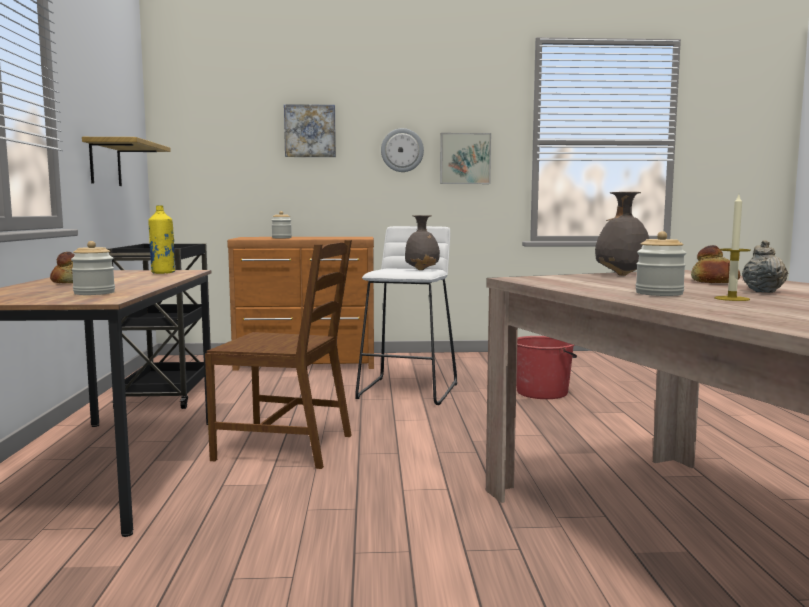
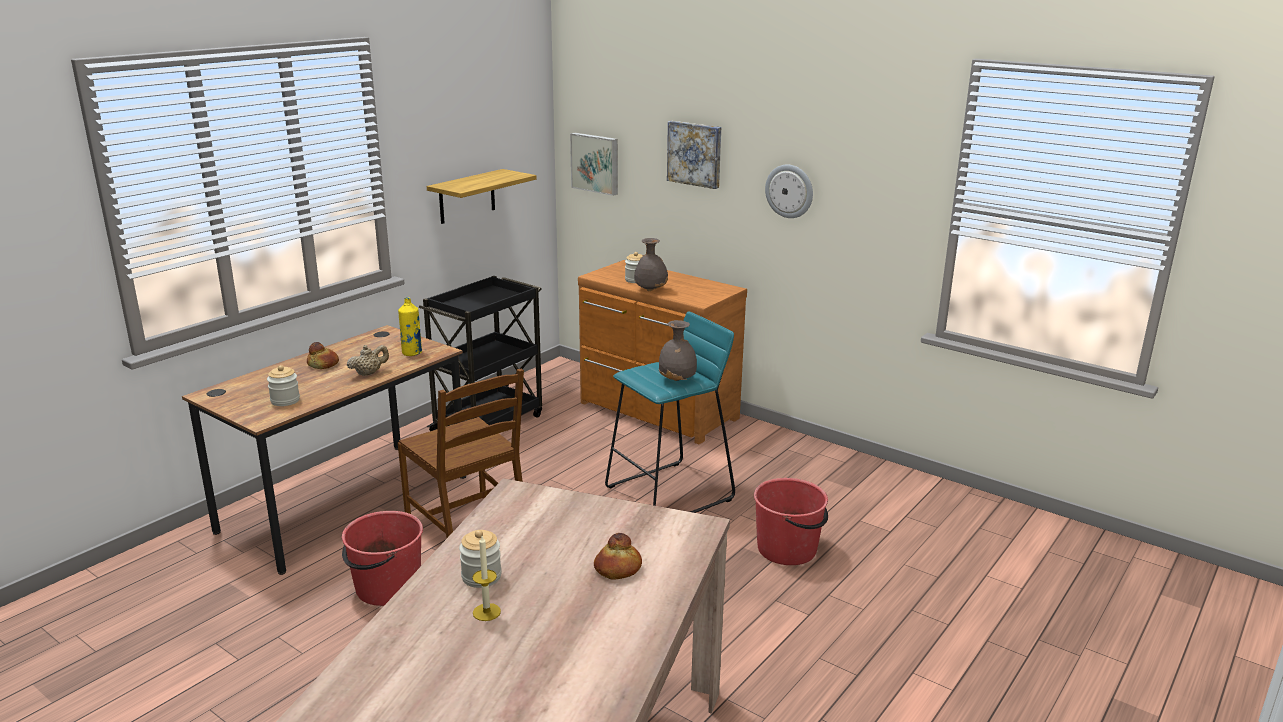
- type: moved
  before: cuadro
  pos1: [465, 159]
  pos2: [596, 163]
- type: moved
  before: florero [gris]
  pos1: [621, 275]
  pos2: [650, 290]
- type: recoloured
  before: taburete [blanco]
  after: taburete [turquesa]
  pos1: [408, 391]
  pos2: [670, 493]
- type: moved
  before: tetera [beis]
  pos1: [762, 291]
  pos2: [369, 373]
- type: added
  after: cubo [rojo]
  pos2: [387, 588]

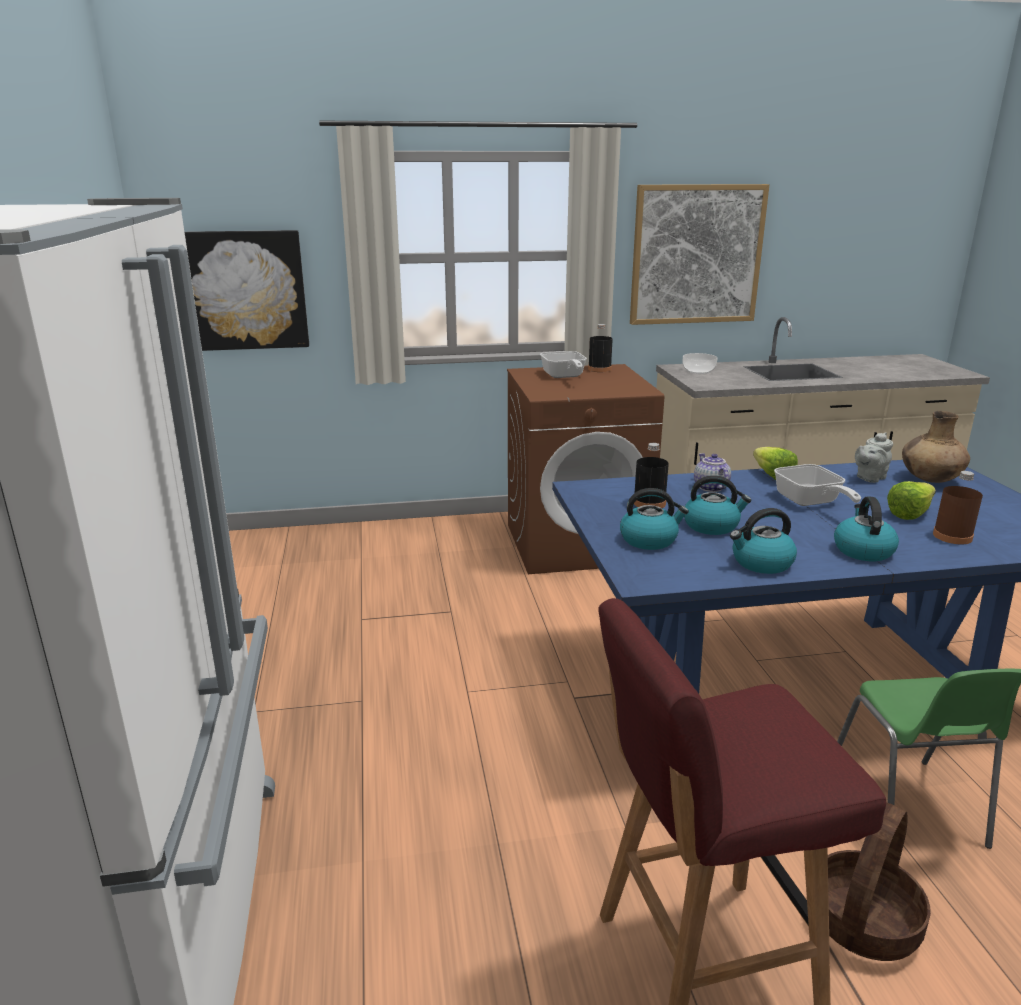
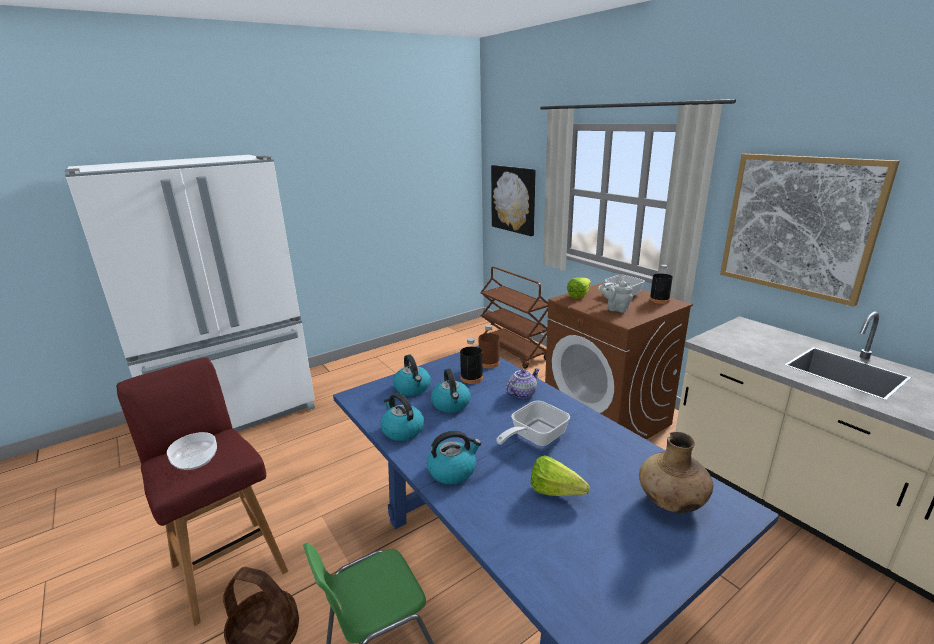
- type: moved
  before: cuenco
  pos1: [698, 371]
  pos2: [196, 460]
- type: moved
  before: tetera [gris]
  pos1: [869, 478]
  pos2: [616, 309]
- type: moved
  before: lechuga
  pos1: [770, 475]
  pos2: [581, 295]
- type: moved
  before: botella [marrón]
  pos1: [952, 536]
  pos2: [489, 363]
- type: added
  after: carrito [marrón]
  pos2: [514, 352]

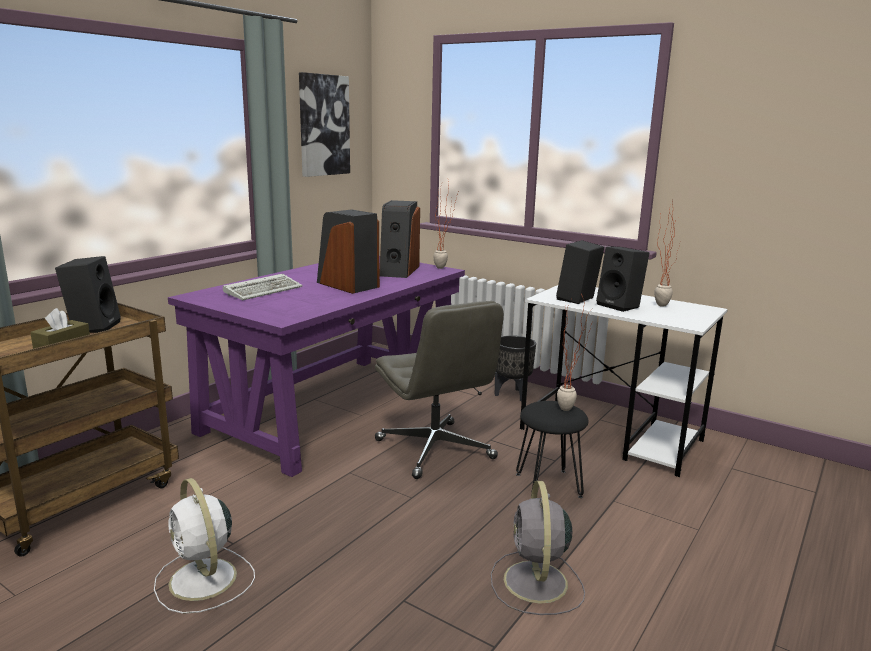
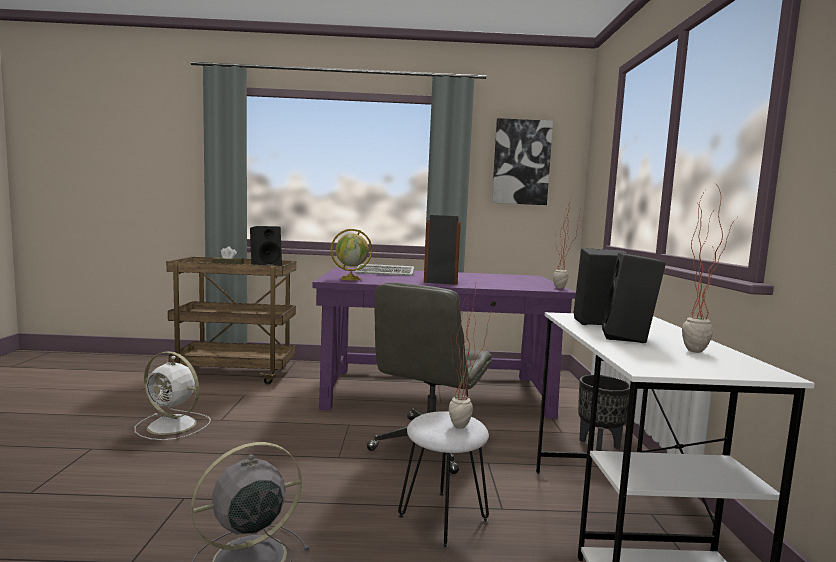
- type: removed
  before: altavoz
  pos1: [398, 271]
- type: recoloured
  before: taburete [negro]
  after: taburete [blanco]
  pos1: [547, 485]
  pos2: [442, 517]
- type: turned
  before: ventilador [blanco]
  pos1: [204, 581]
  pos2: [173, 426]
  turn: -90
- type: added
  after: globo terráqueo
  pos2: [351, 279]

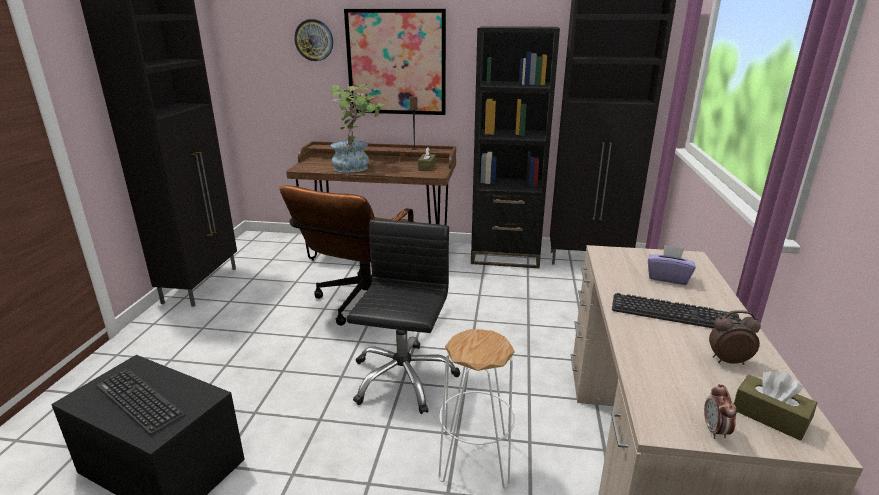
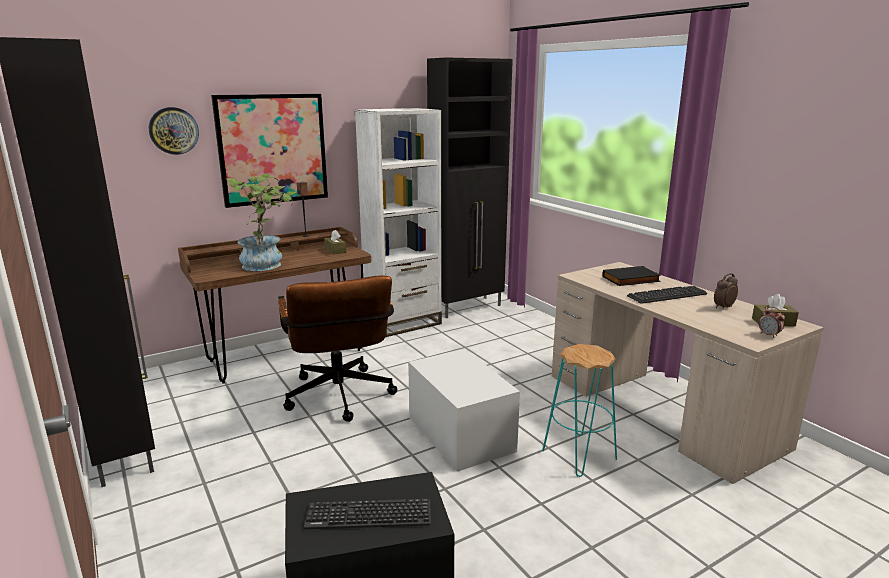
- type: recoloured
  before: estantería [negro]
  after: estantería [blanco]
  pos1: [505, 256]
  pos2: [403, 323]
- type: replaced
  before: silla de oficina [negro]
  after: caja de almacenaje [blanco]
  pos1: [402, 378]
  pos2: [460, 434]
- type: replaced
  before: caja de pañuelos [morado]
  after: libro [negro]
  pos1: [667, 278]
  pos2: [631, 279]
- type: recoloured
  before: taburete [blanco]
  after: taburete [turquesa]
  pos1: [475, 458]
  pos2: [578, 454]

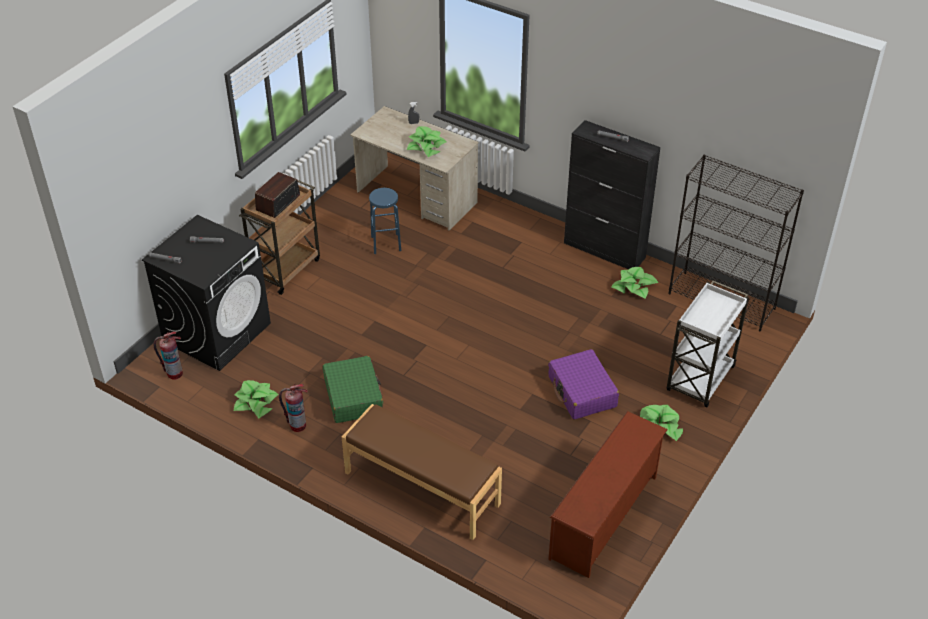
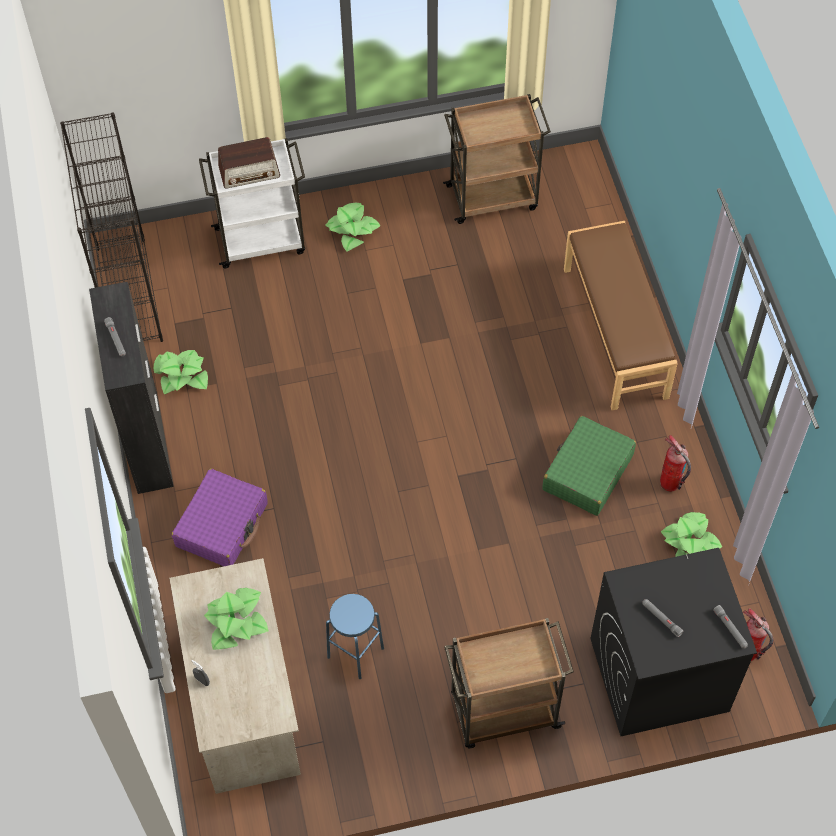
- type: moved
  before: radio
  pos1: [278, 203]
  pos2: [249, 172]
- type: moved
  before: maleta [morado]
  pos1: [582, 392]
  pos2: [222, 525]
- type: replaced
  before: zapatero [marrón]
  after: carrito [marrón]
  pos1: [605, 518]
  pos2: [493, 197]

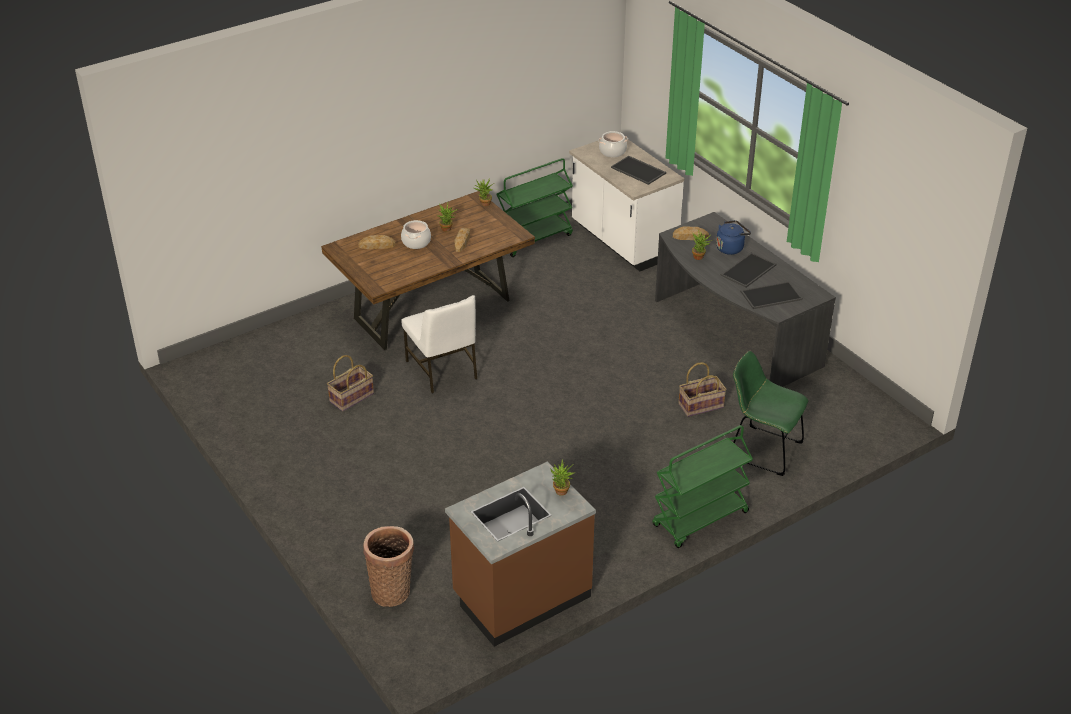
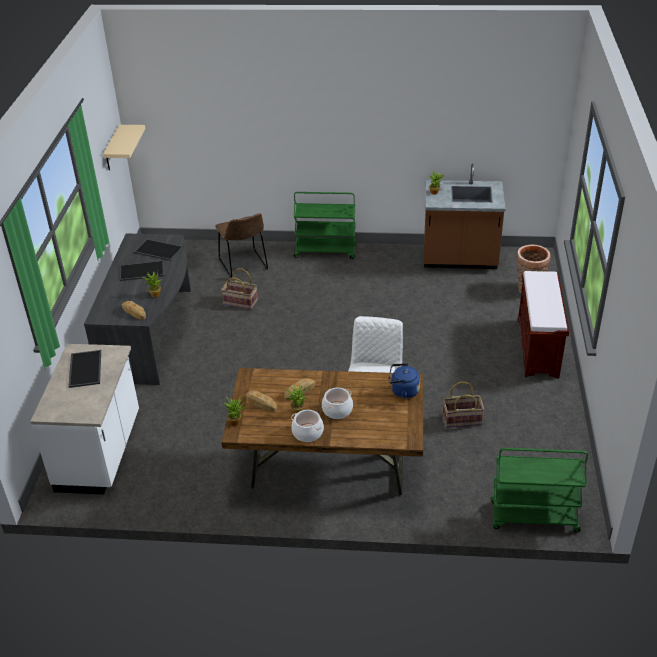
- type: moved
  before: olla
  pos1: [612, 152]
  pos2: [308, 433]
- type: moved
  before: carrito [verde]
  pos1: [534, 238]
  pos2: [533, 517]
- type: moved
  before: hervidor [azul]
  pos1: [731, 248]
  pos2: [403, 391]
- type: moved
  before: pan
  pos1: [377, 245]
  pos2: [261, 403]
- type: recoloured
  before: silla [verde]
  after: silla [marrón]
  pos1: [762, 449]
  pos2: [244, 266]
- type: added
  after: estante [beis]
  pos2: [113, 148]
- type: added
  after: banco [marrón]
  pos2: [538, 348]

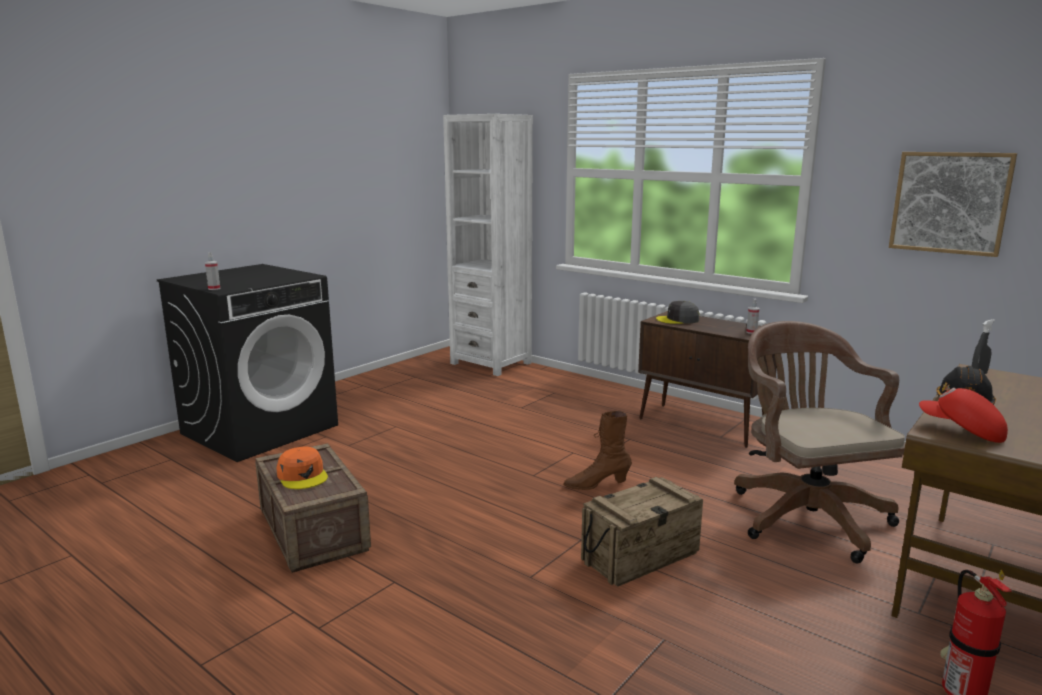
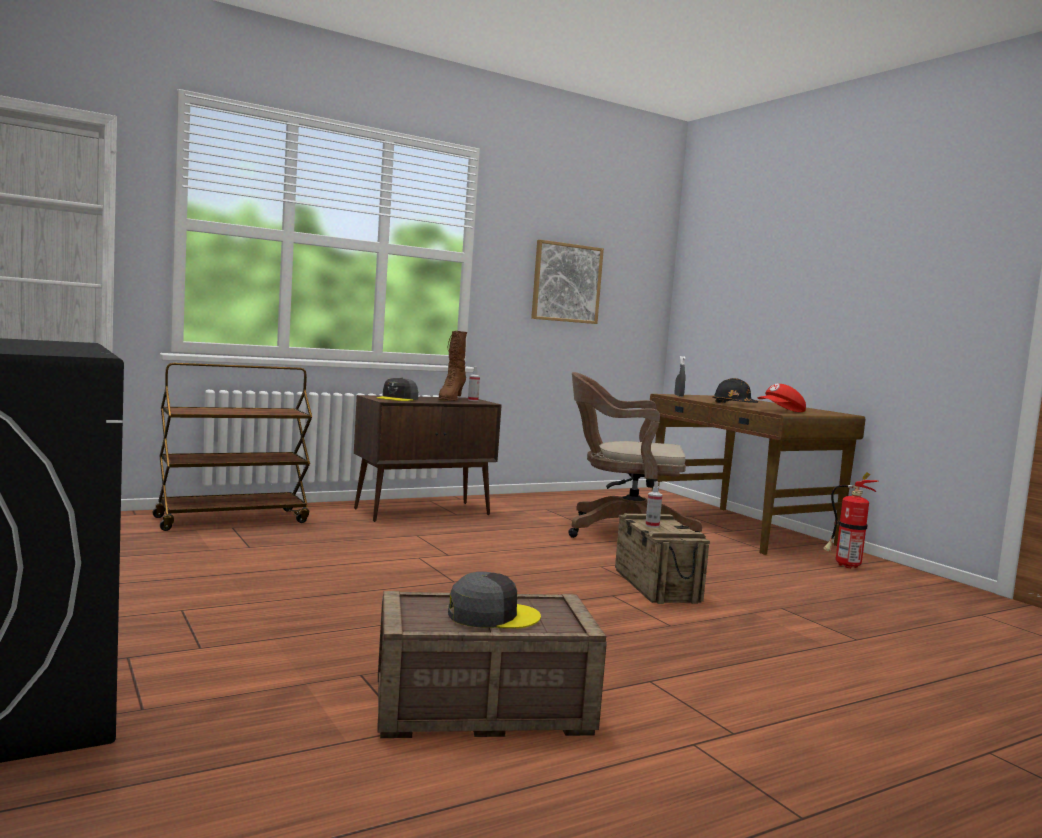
- type: moved
  before: pulverizador
  pos1: [214, 288]
  pos2: [652, 526]
- type: moved
  before: bota [marrón]
  pos1: [596, 484]
  pos2: [450, 399]
- type: recoloured
  before: gorra [naranja]
  after: gorra [gris]
  pos1: [302, 476]
  pos2: [492, 615]
- type: added
  after: carrito [marrón]
  pos2: [233, 519]

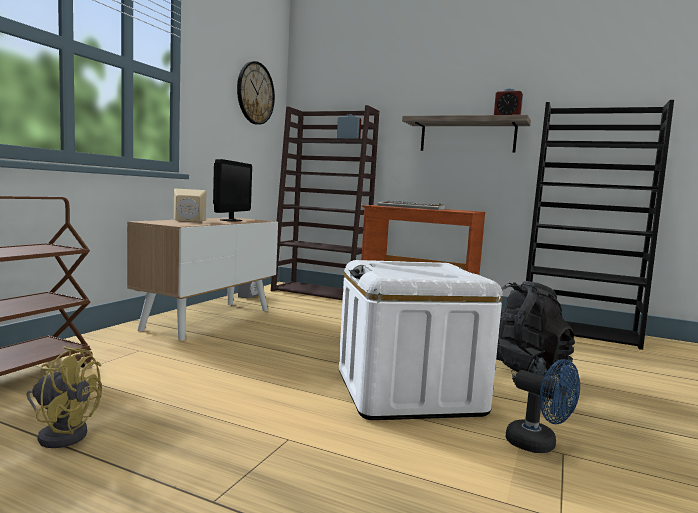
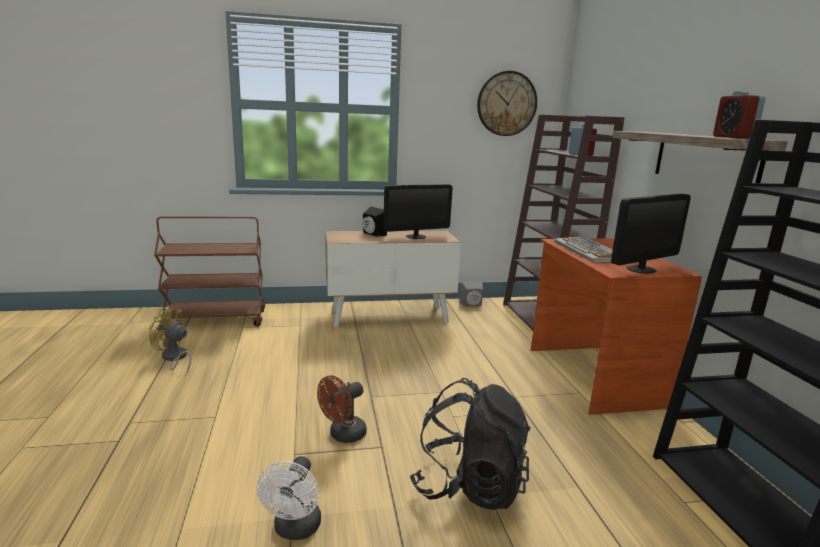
- type: recoloured
  before: altavoz [beis]
  after: altavoz [negro]
  pos1: [188, 221]
  pos2: [372, 234]
- type: replaced
  before: caja de almacenaje [blanco]
  after: ventilador [marrón]
  pos1: [408, 392]
  pos2: [343, 435]
- type: turned
  before: ventilador [amarillo]
  pos1: [62, 433]
  pos2: [174, 358]
  turn: 135
- type: recoloured
  before: ventilador [azul]
  after: ventilador [blanco]
  pos1: [538, 445]
  pos2: [295, 530]
- type: added
  after: monitor
  pos2: [641, 269]

